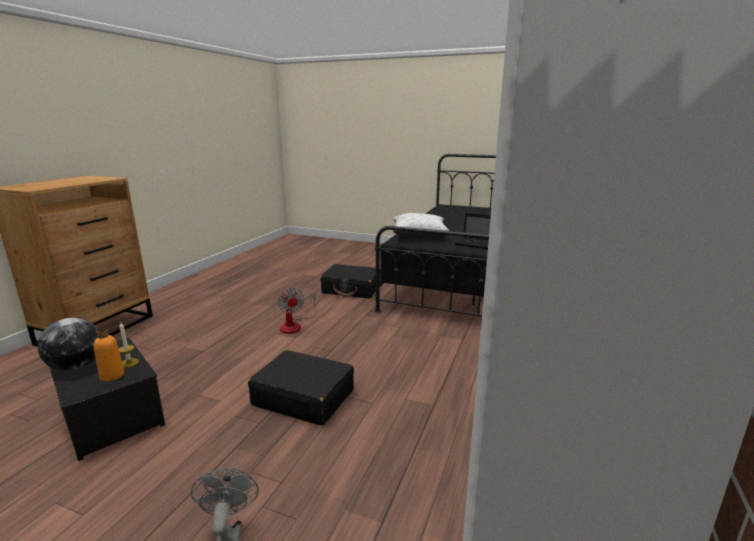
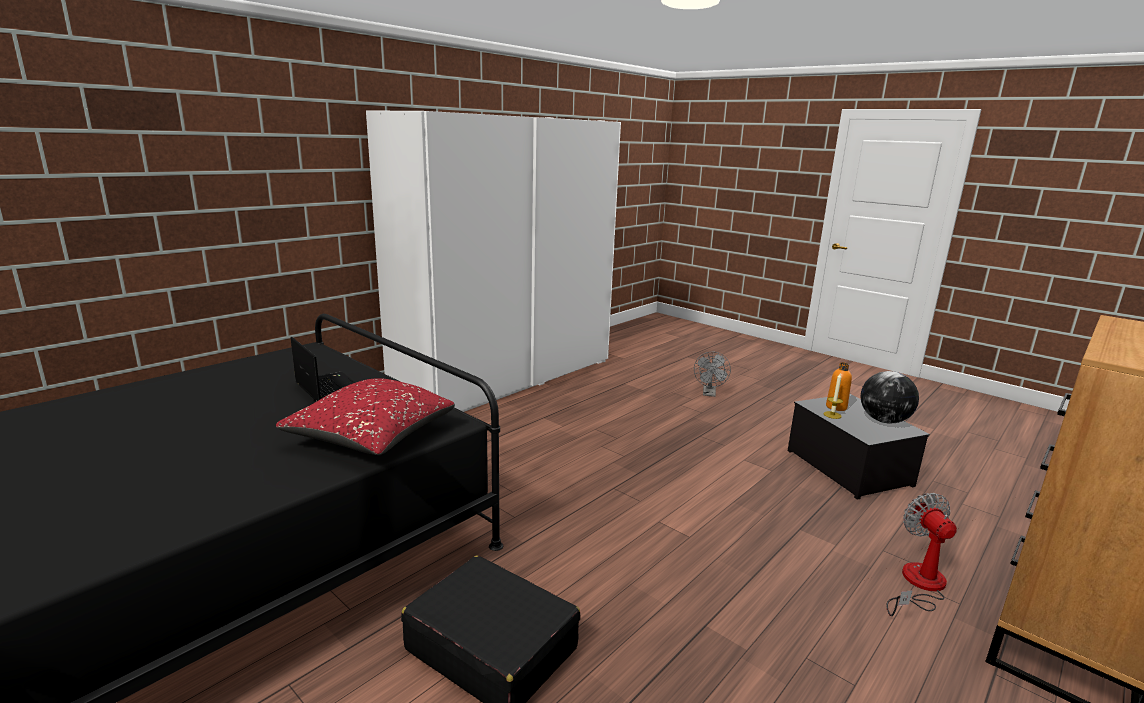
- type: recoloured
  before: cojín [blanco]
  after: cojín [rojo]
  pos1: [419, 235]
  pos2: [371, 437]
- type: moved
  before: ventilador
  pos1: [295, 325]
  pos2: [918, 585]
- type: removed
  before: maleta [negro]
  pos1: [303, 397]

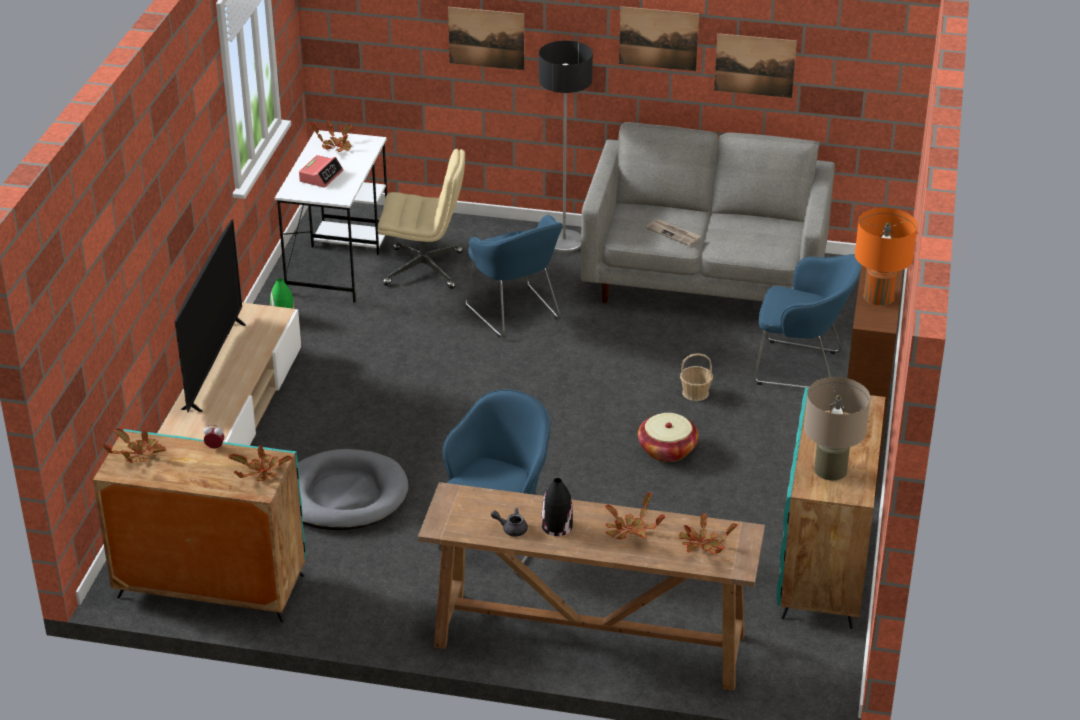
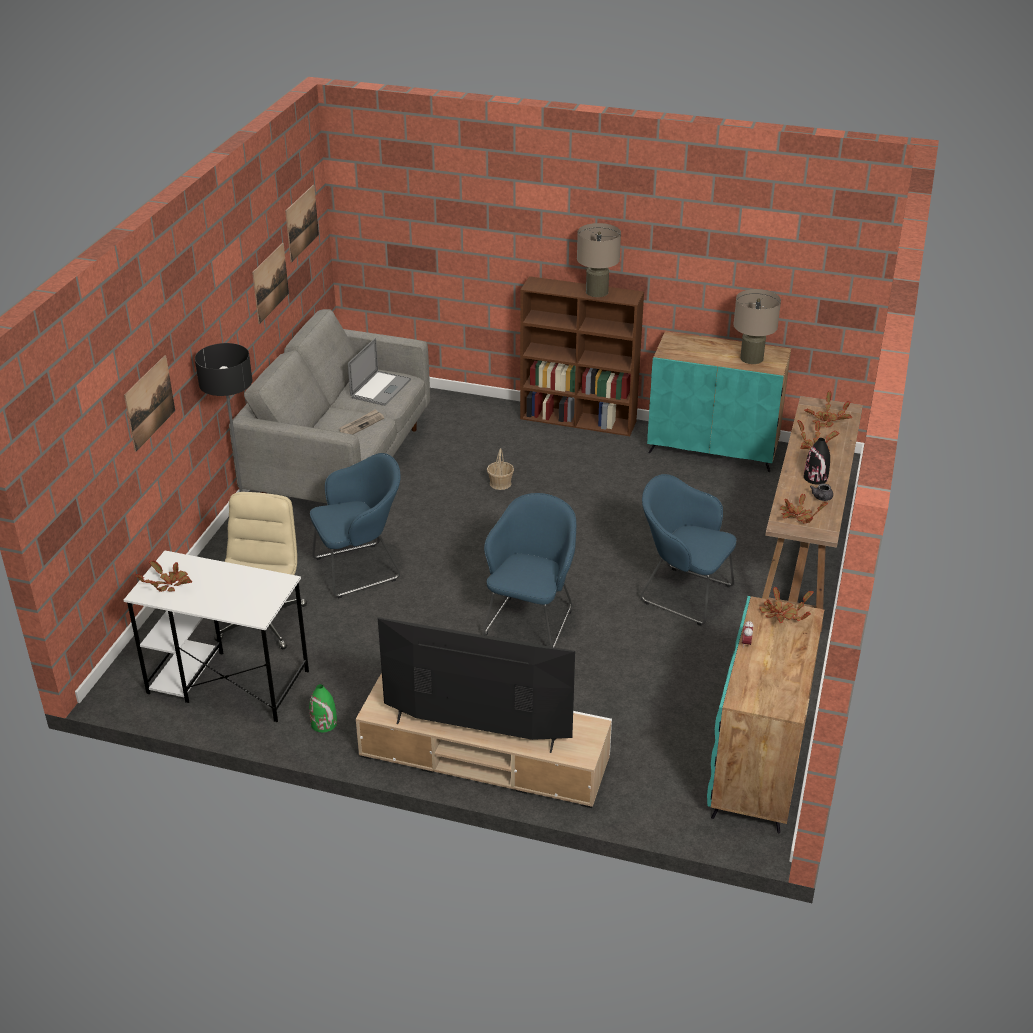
- type: moved
  before: cuadro
  pos1: [658, 38]
  pos2: [301, 223]
- type: removed
  before: despertador
  pos1: [321, 176]
- type: recoloured
  before: lámpara de mesa [naranja]
  after: lámpara de mesa [beis]
  pos1: [879, 297]
  pos2: [597, 292]
- type: moved
  before: sillón [azul]
  pos1: [802, 368]
  pos2: [531, 620]
- type: removed
  before: cesta
  pos1: [667, 450]
- type: moved
  before: planta en maceta
  pos1: [138, 454]
  pos2: [797, 517]
- type: removed
  before: cama para perro [gris]
  pos1: [343, 495]
- type: added
  after: portátil
  pos2: [380, 388]

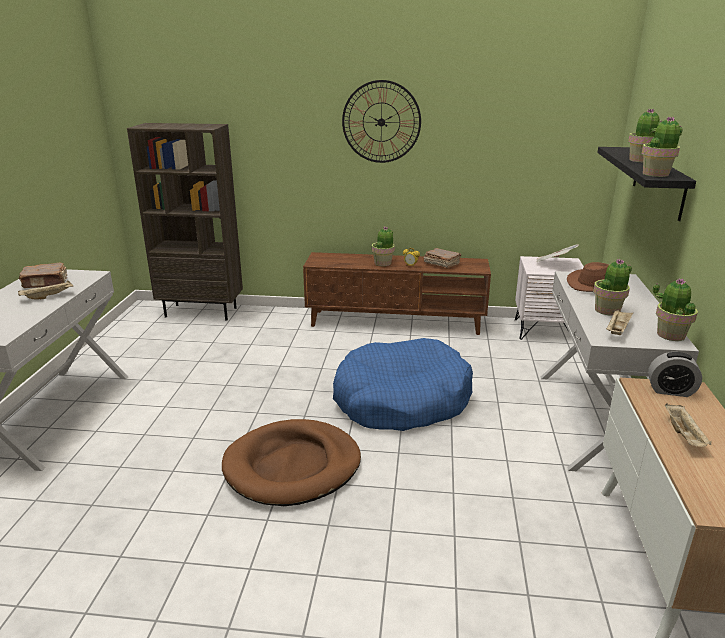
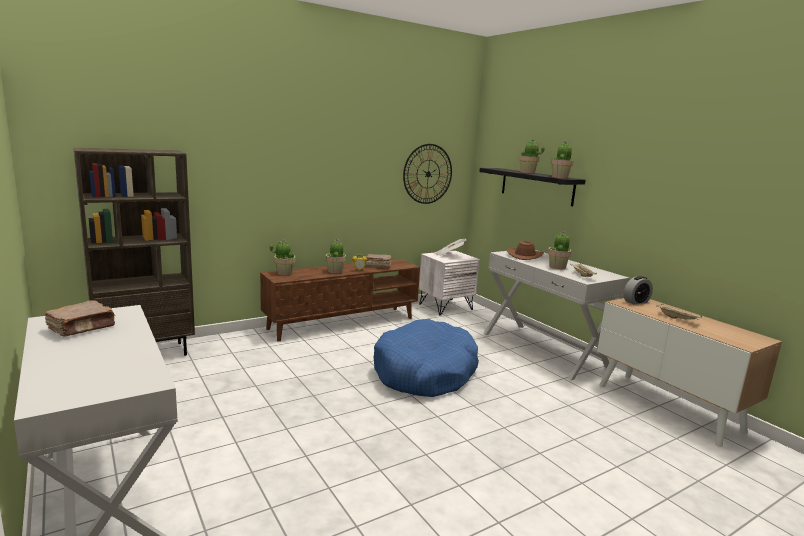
- type: moved
  before: reloj de pared
  pos1: [381, 122]
  pos2: [428, 174]
- type: moved
  before: planta en maceta
  pos1: [670, 335]
  pos2: [284, 273]
- type: removed
  before: bandeja [beis]
  pos1: [48, 296]
- type: removed
  before: cama para perro [marrón]
  pos1: [292, 466]

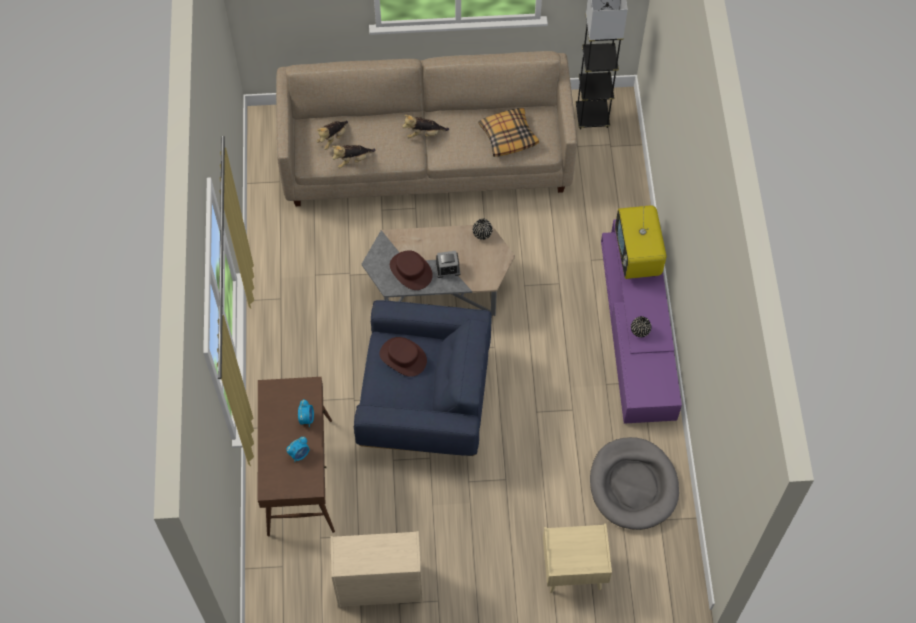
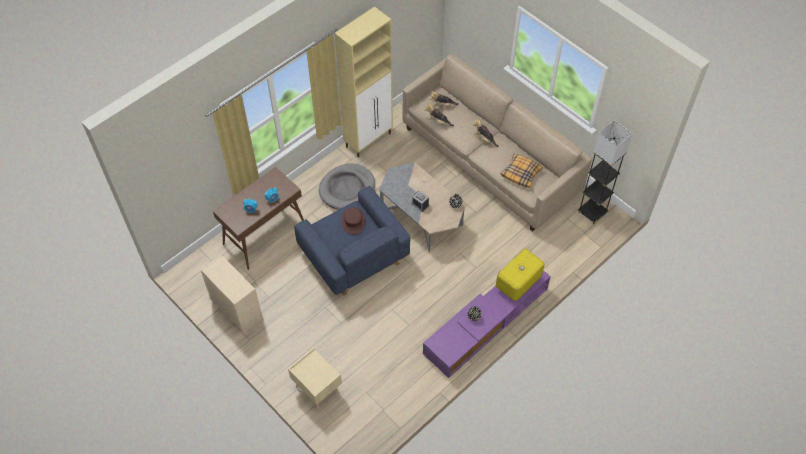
- type: removed
  before: sombrero [marrón]
  pos1: [410, 271]
- type: moved
  before: cama para perro [gris]
  pos1: [633, 485]
  pos2: [347, 189]
- type: added
  after: armario [beis]
  pos2: [369, 140]

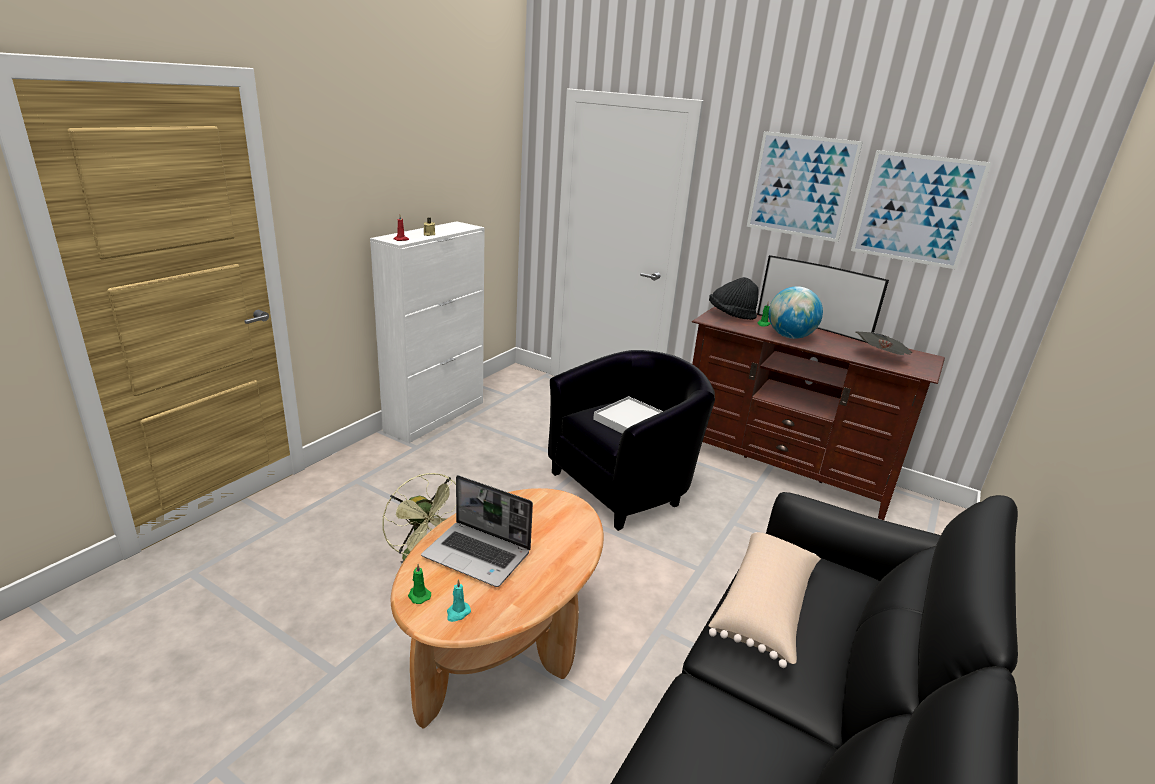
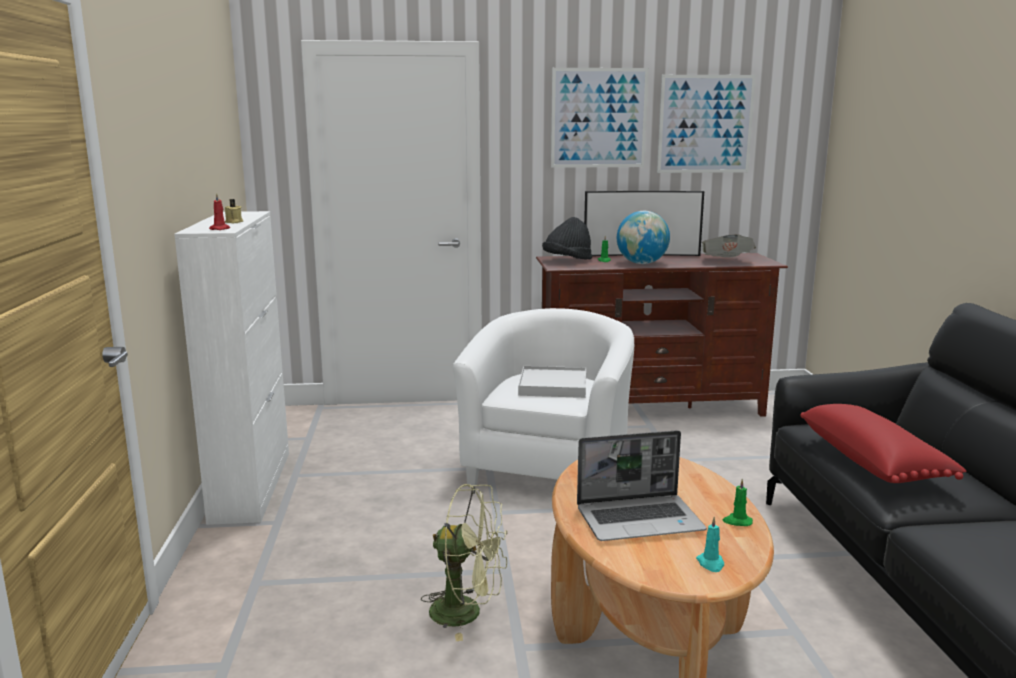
- type: recoloured
  before: sillón [negro]
  after: sillón [blanco]
  pos1: [625, 485]
  pos2: [549, 468]
- type: recoloured
  before: cojín [beis]
  after: cojín [rojo]
  pos1: [765, 608]
  pos2: [873, 462]
- type: moved
  before: vela [verde]
  pos1: [418, 595]
  pos2: [737, 521]

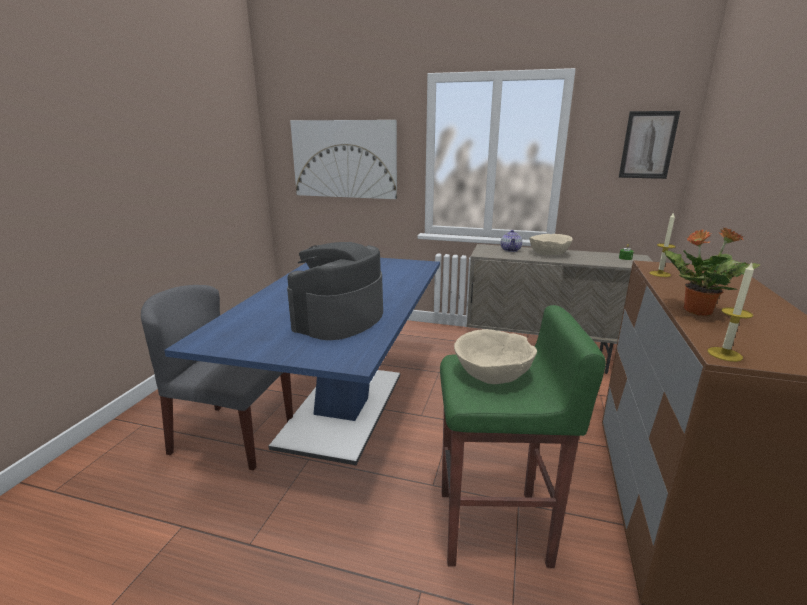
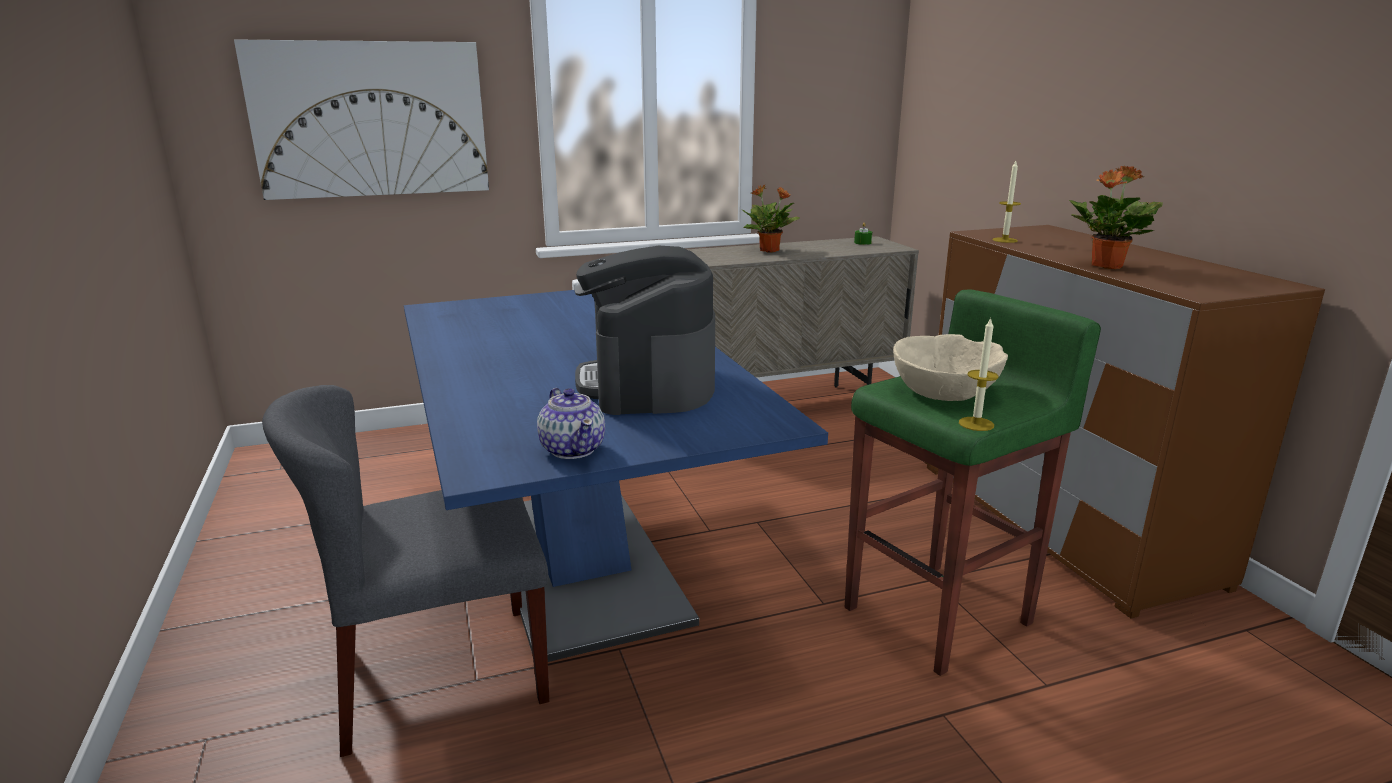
- type: removed
  before: cuadro
  pos1: [648, 145]
- type: moved
  before: tetera
  pos1: [510, 250]
  pos2: [573, 449]
- type: replaced
  before: cuenco [beis]
  after: planta en maceta
  pos1: [548, 254]
  pos2: [770, 250]
- type: moved
  before: vela
  pos1: [724, 354]
  pos2: [976, 424]

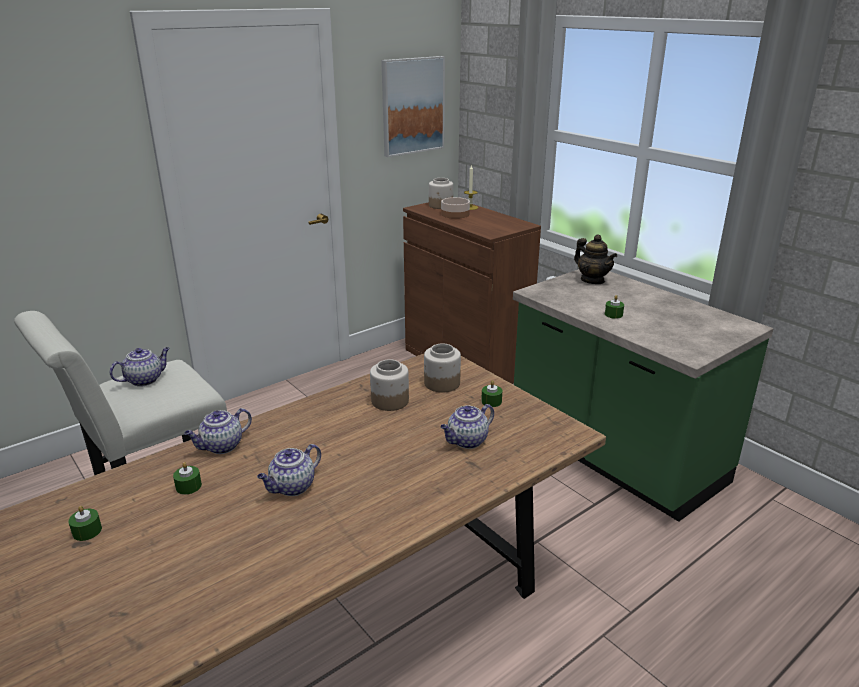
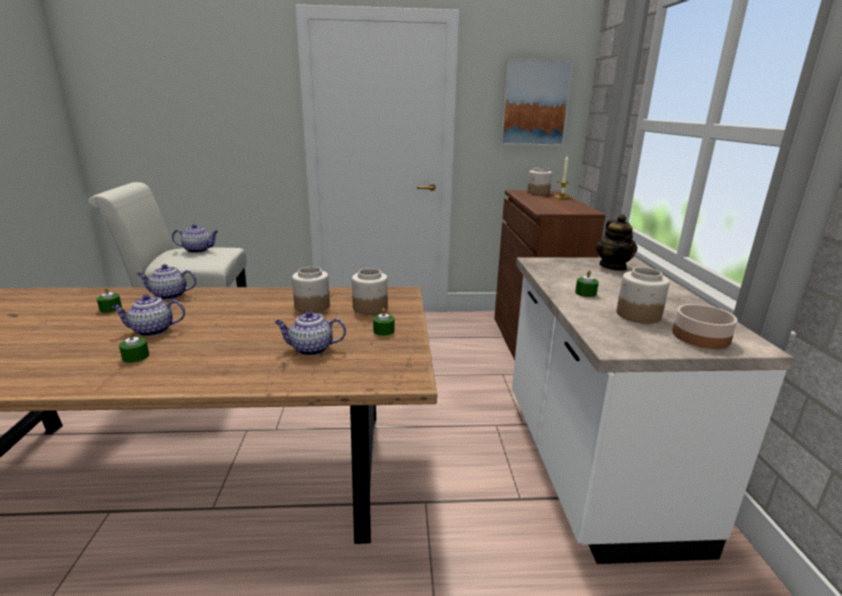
- type: moved
  before: cuenco
  pos1: [455, 214]
  pos2: [701, 337]
- type: recoloured
  before: mueble bajo de cocina [verde]
  after: mueble bajo de cocina [blanco]
  pos1: [614, 457]
  pos2: [590, 467]
- type: moved
  before: vela [verde]
  pos1: [87, 531]
  pos2: [135, 357]
- type: added
  after: tarro
  pos2: [637, 315]

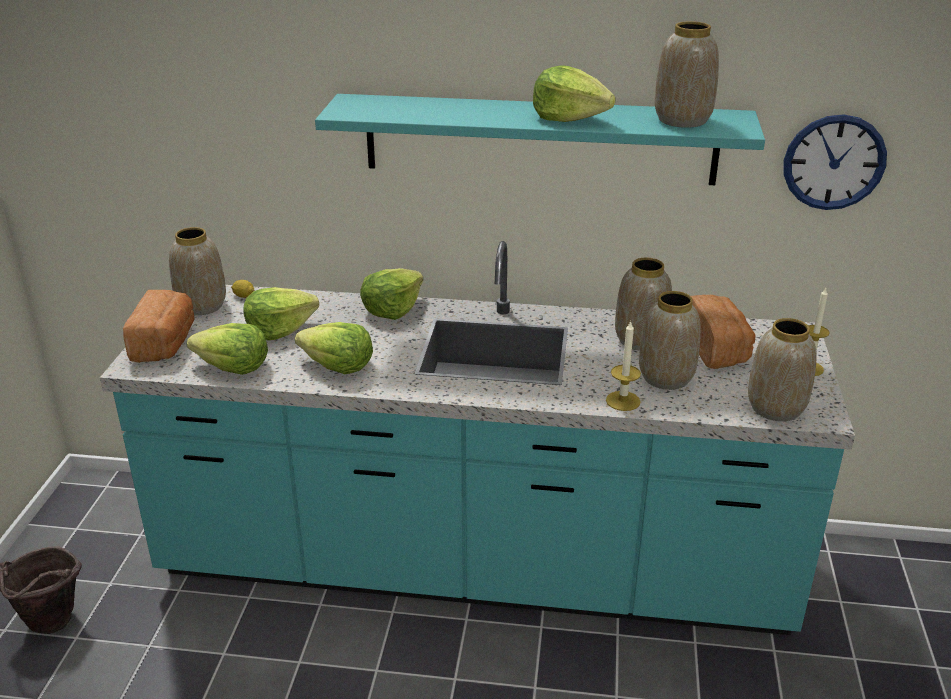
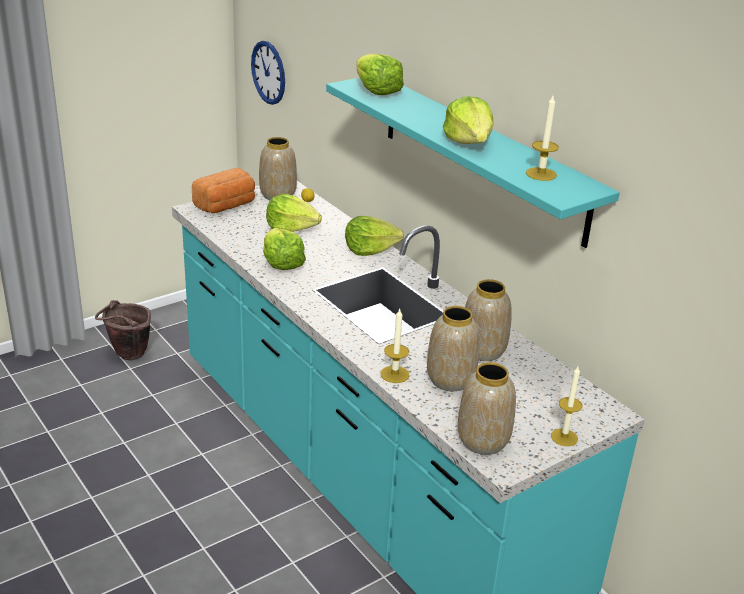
- type: replaced
  before: florero
  after: vela
  pos1: [682, 120]
  pos2: [541, 174]
- type: moved
  before: reloj de pared
  pos1: [834, 162]
  pos2: [268, 72]
- type: removed
  before: pan
  pos1: [717, 348]
- type: moved
  before: lechuga
  pos1: [233, 367]
  pos2: [376, 90]

